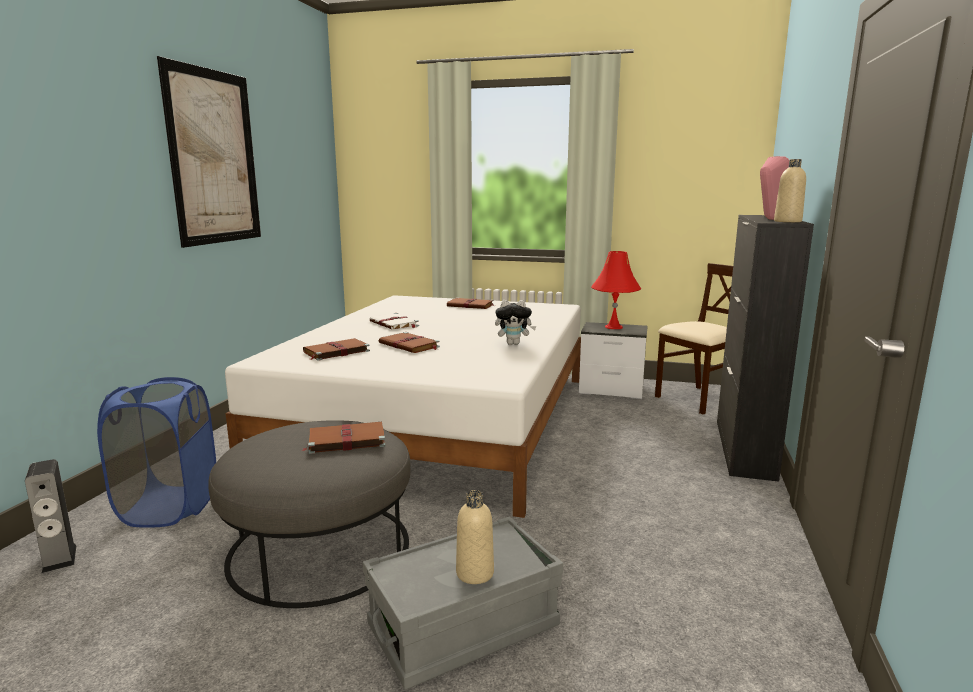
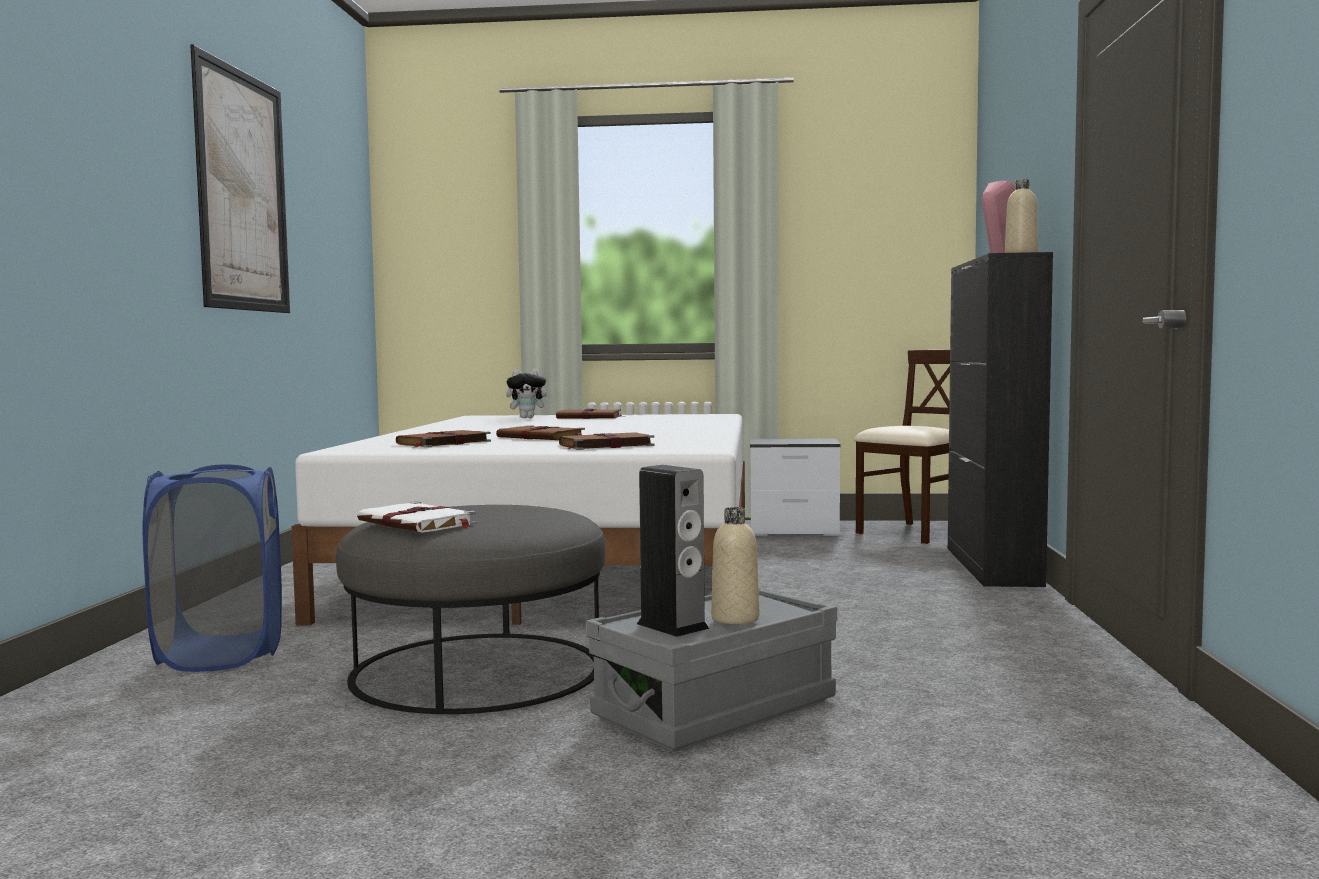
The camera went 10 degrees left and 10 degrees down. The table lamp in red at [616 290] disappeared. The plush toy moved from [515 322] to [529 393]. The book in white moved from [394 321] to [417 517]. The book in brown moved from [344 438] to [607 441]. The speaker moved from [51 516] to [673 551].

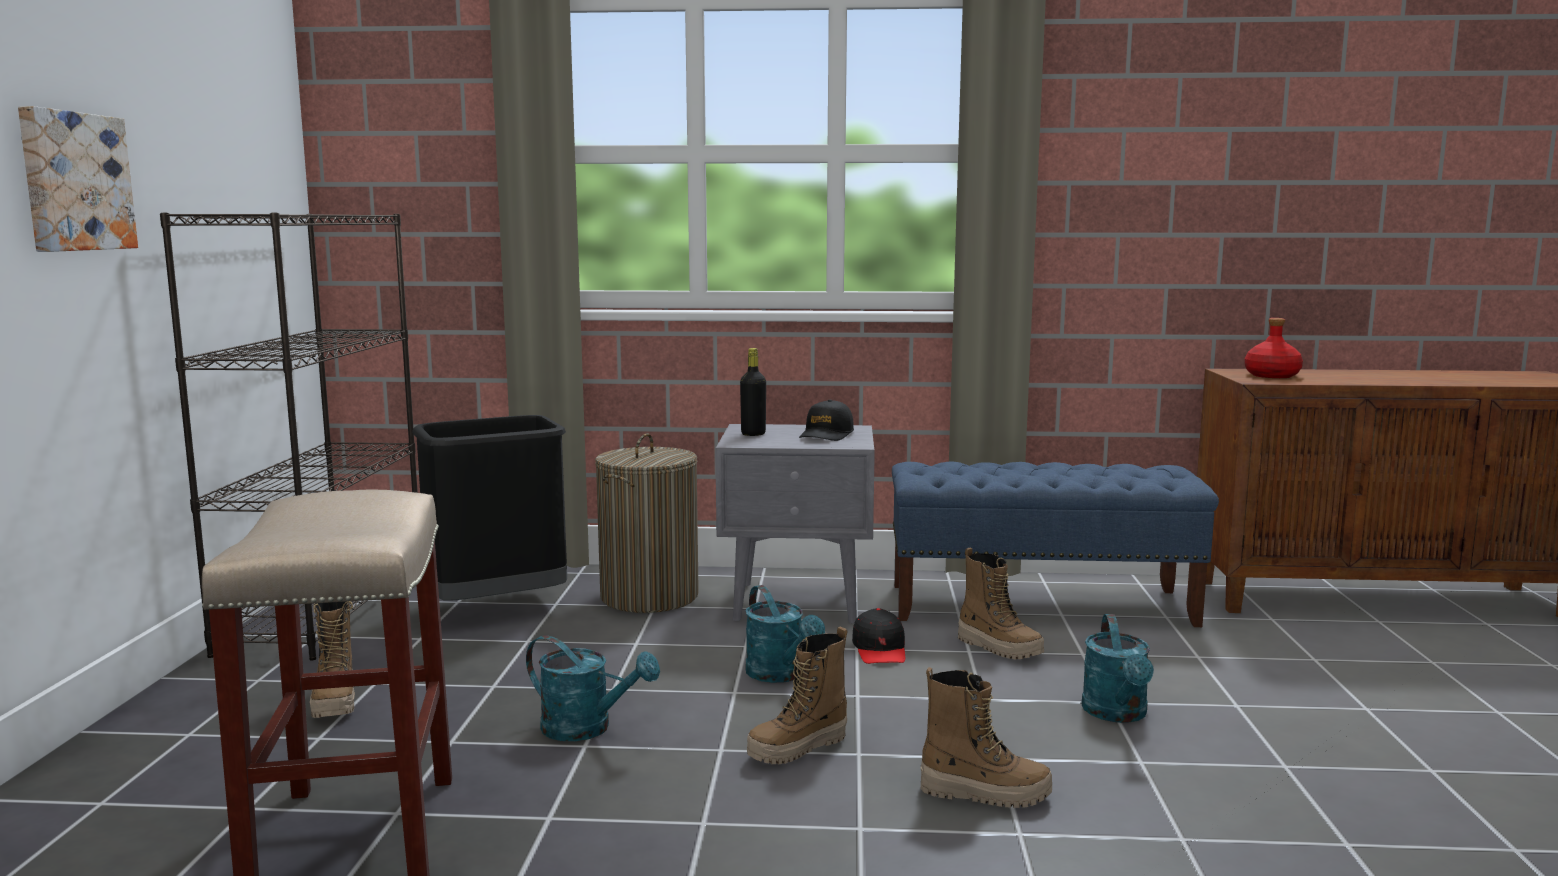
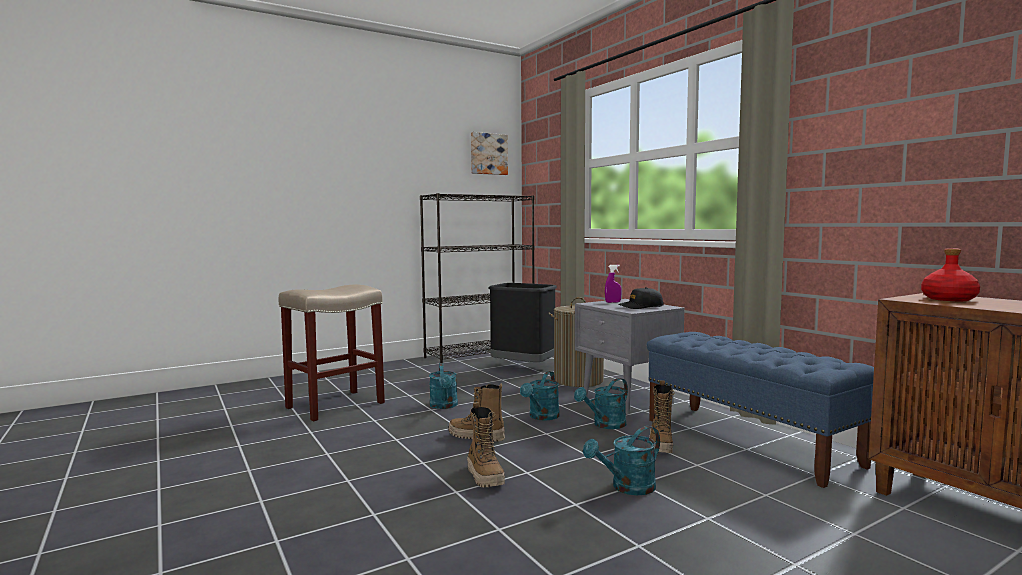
The camera went 55 degrees right and 5 degrees down. The picture moved from [78 179] to [489 153]. The bottle in black at [753 392] was replaced by the spray bottle in purple at [613 284]. The boot at [332 659] disappeared. The cap in black at [878 636] was replaced by the watering can in turquoise at [601 403].

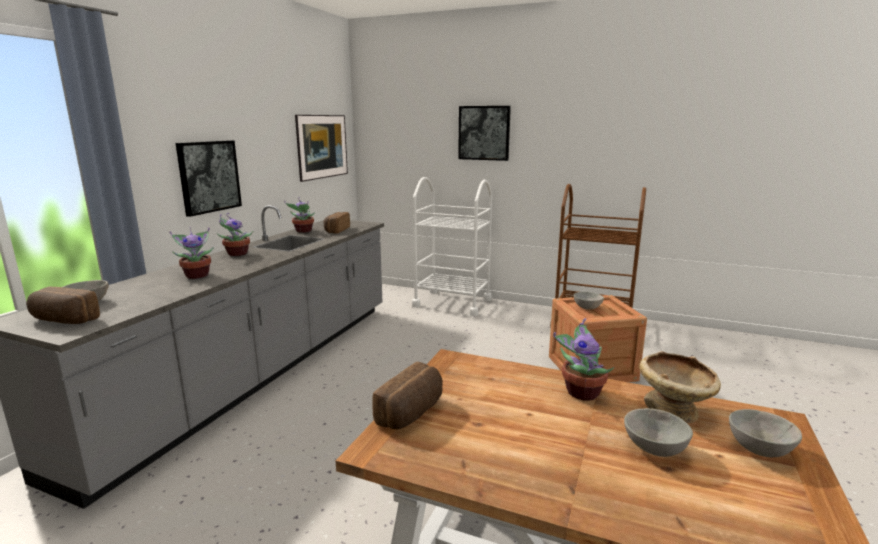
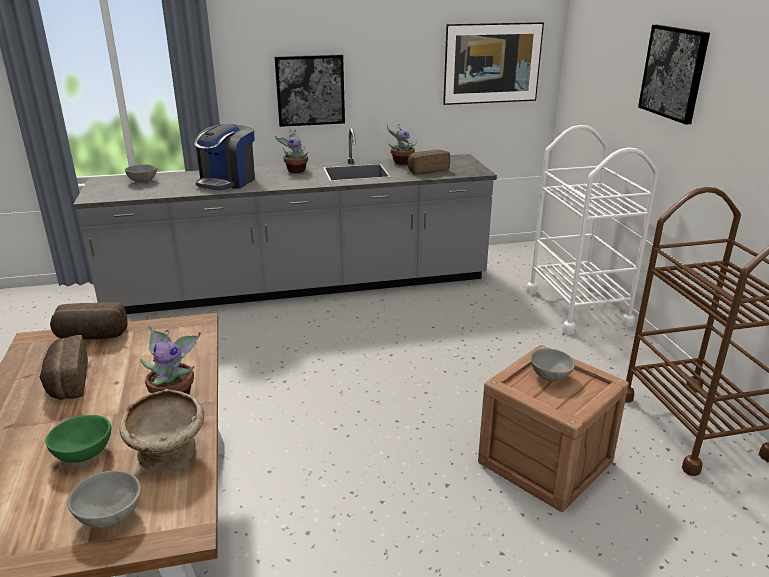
The camera went 55 degrees right and 10 degrees up. The potted plant at [191 253] was replaced by the coffee machine at [224 157]. The bread moved from [63 305] to [63 367]. The bowl in grey at [658 432] became the bowl in green at [78 439].

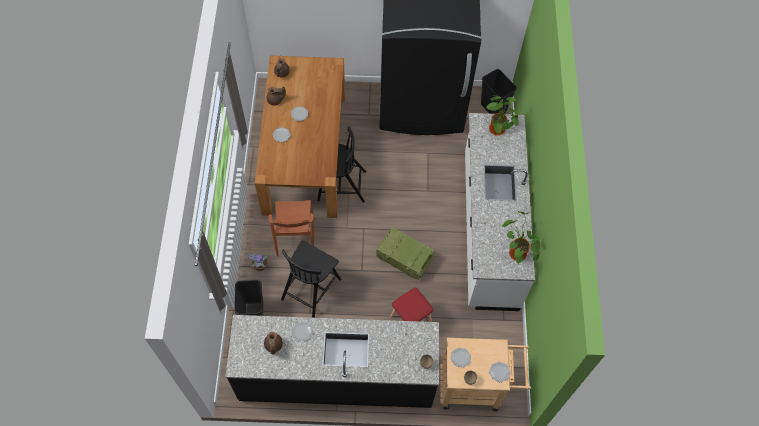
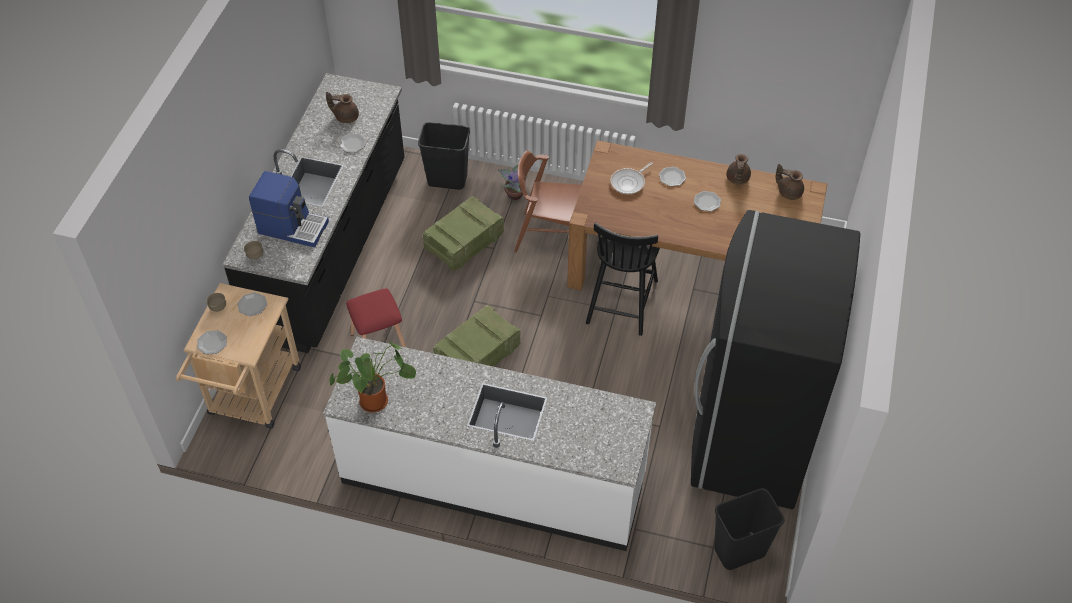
The camera went 105 degrees right and 10 degrees down. The potted plant at [502 115] disappeared. The chair in black at [311 279] was replaced by the crate at [463 233]. The frying pan at [631 178] appeared. The coffee machine at [289 209] appeared.

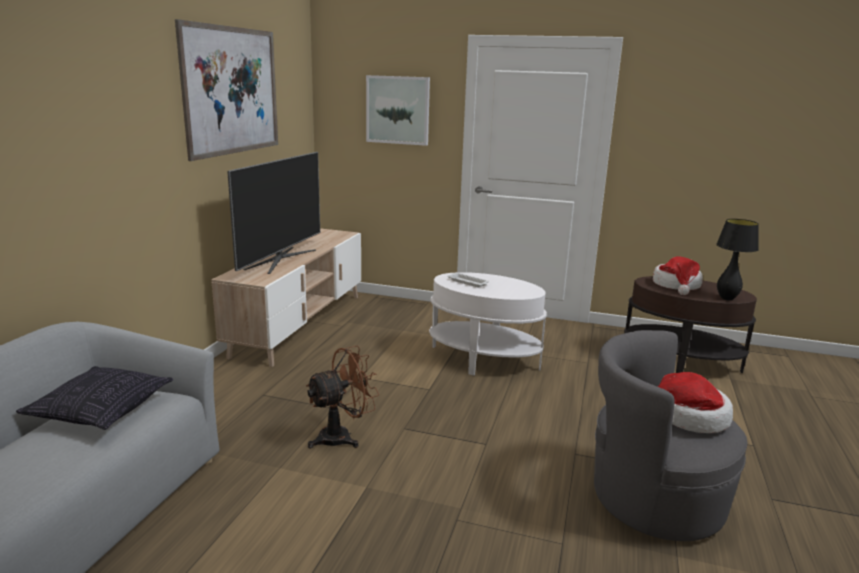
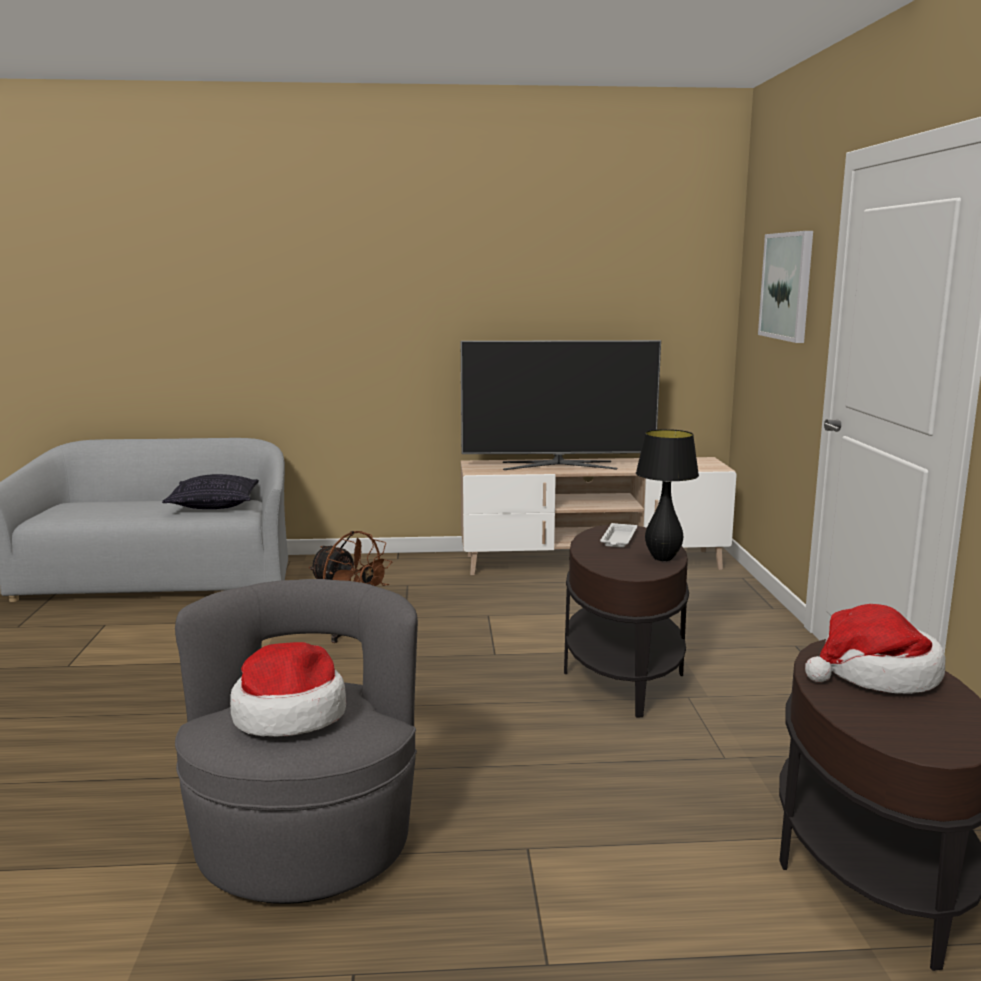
The camera went 70 degrees right and 5 degrees down. The picture at [226 90] disappeared. The table lamp in black moved from [737 259] to [667 495]. The side table in white at [488 323] became the side table in brown at [626 621].

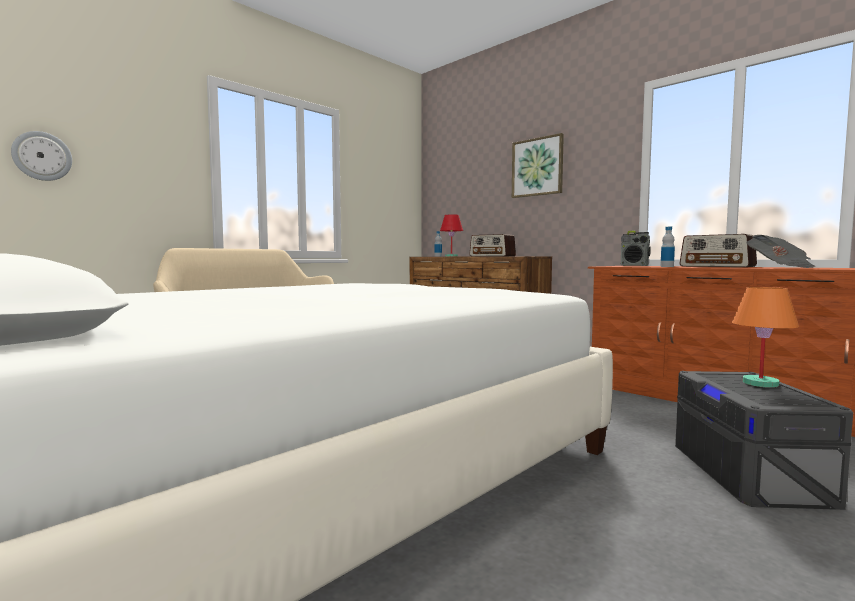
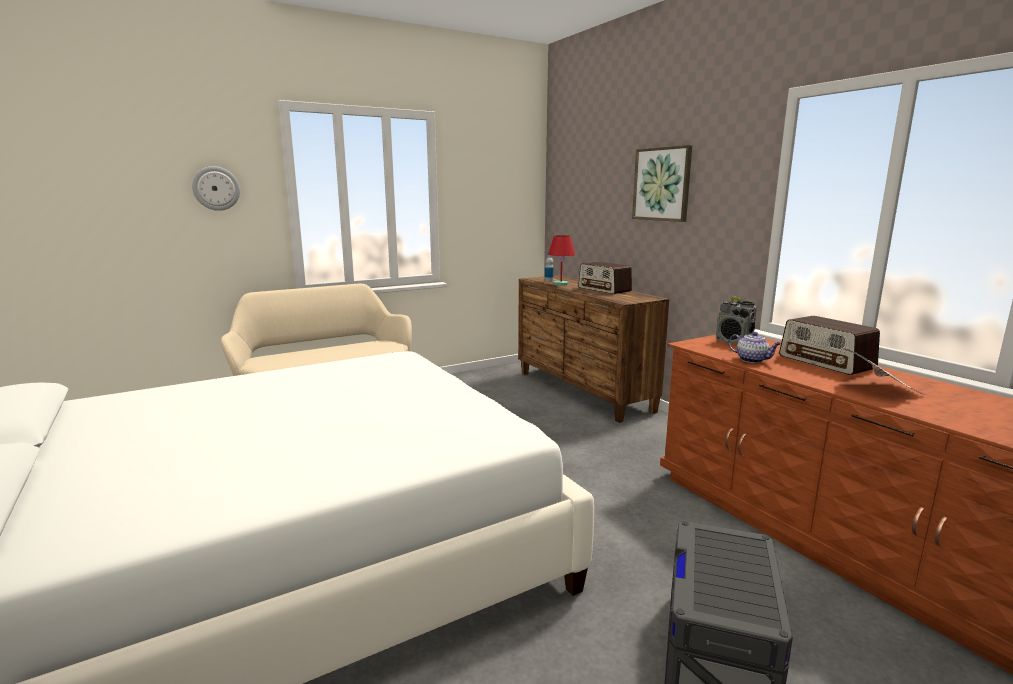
The camera went 15 degrees right and 10 degrees up. The wall clock moved from [41 156] to [216 188]. The bottle at [667 247] was replaced by the teapot at [754 347]. The table lamp in orange at [765 337] disappeared.

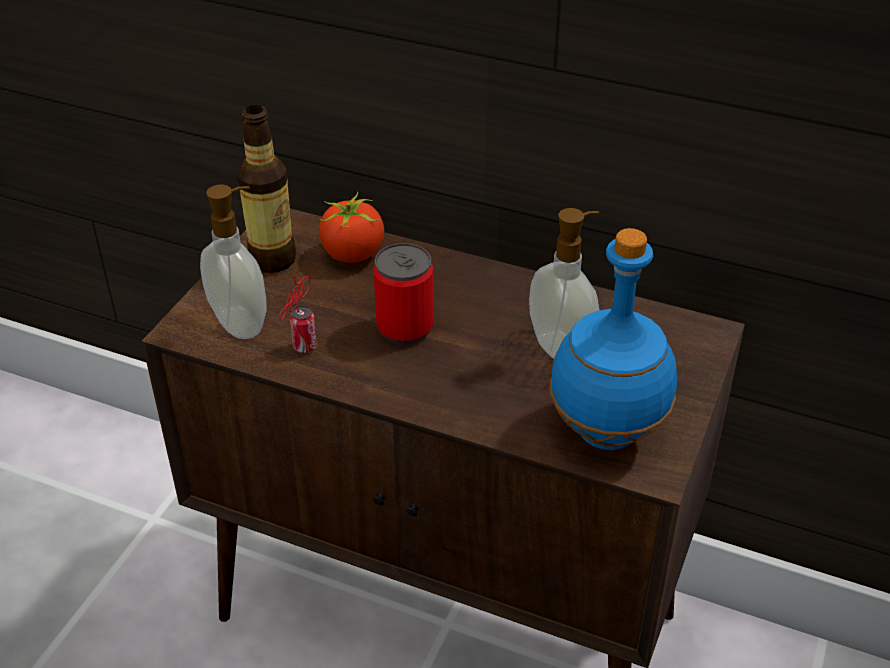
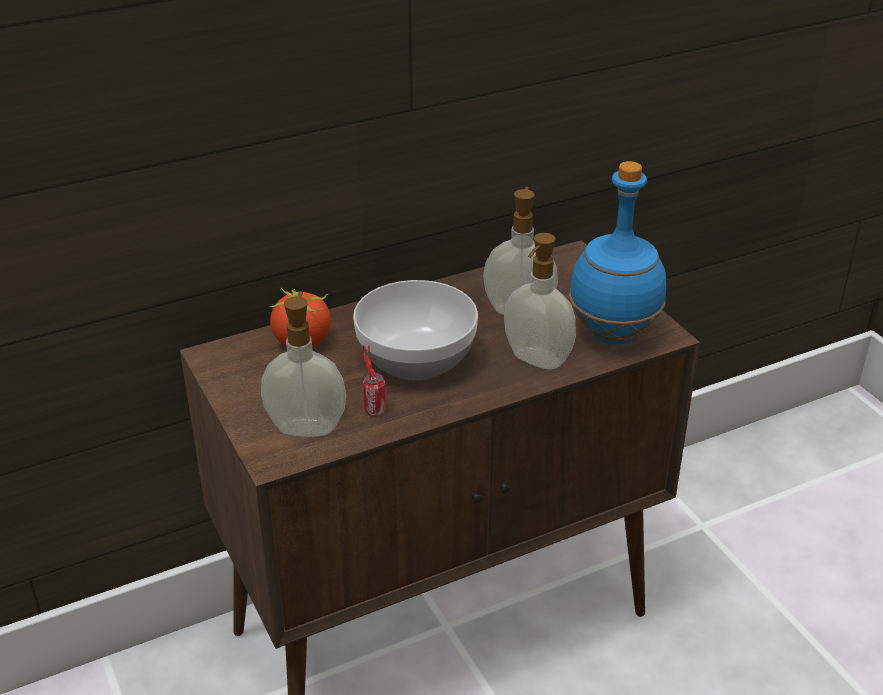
The camera went 50 degrees left and 5 degrees down. The bottle at [266 189] disappeared. The can at [403 293] was replaced by the bowl at [415 330]. The soap dispenser at [540 301] appeared.

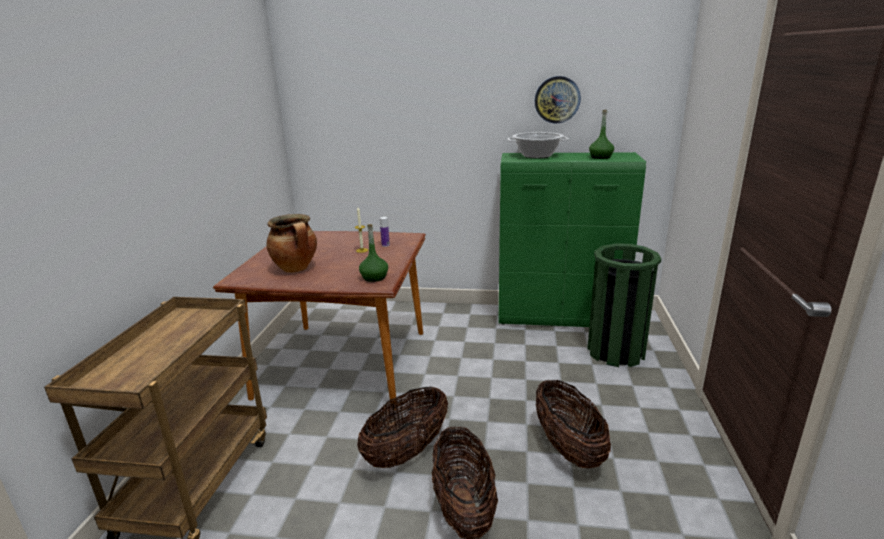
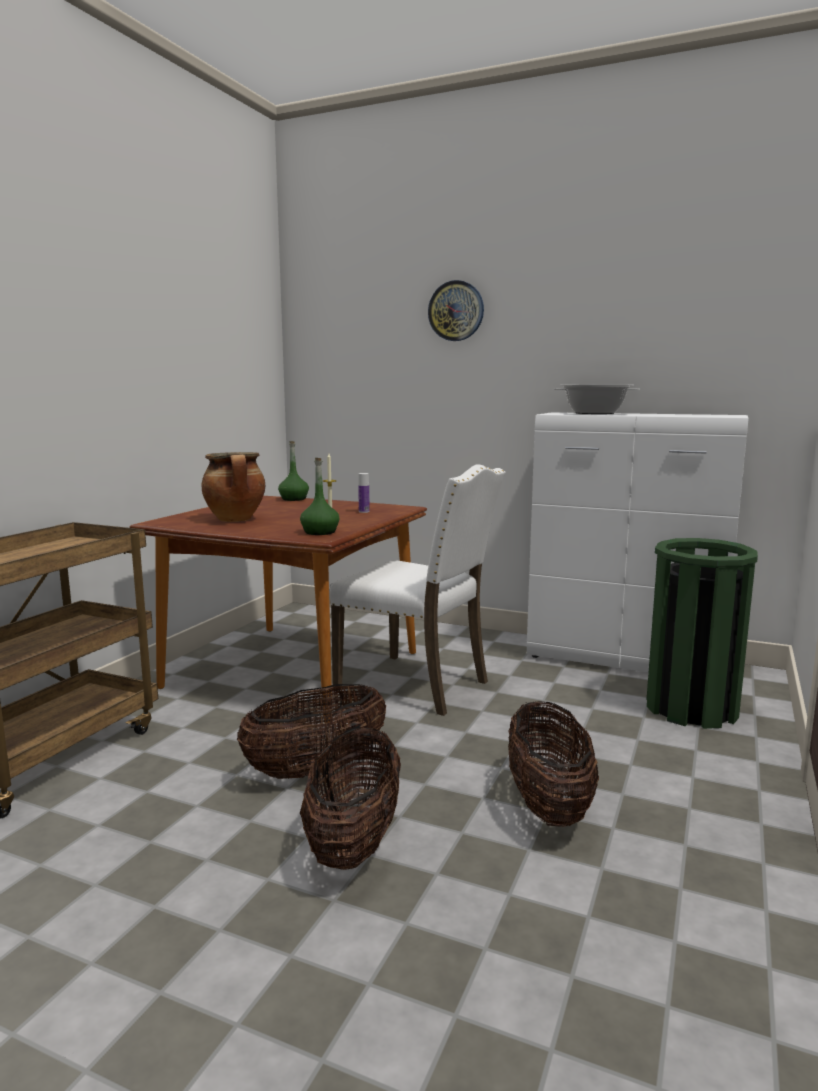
The camera went 15 degrees right and 10 degrees down. The wall clock moved from [558 99] to [456 310]. The bottle in green moved from [601 134] to [293 471]. The cabinet in green at [572 239] became the cabinet in white at [638 542]. The chair in white at [417 590] appeared.

